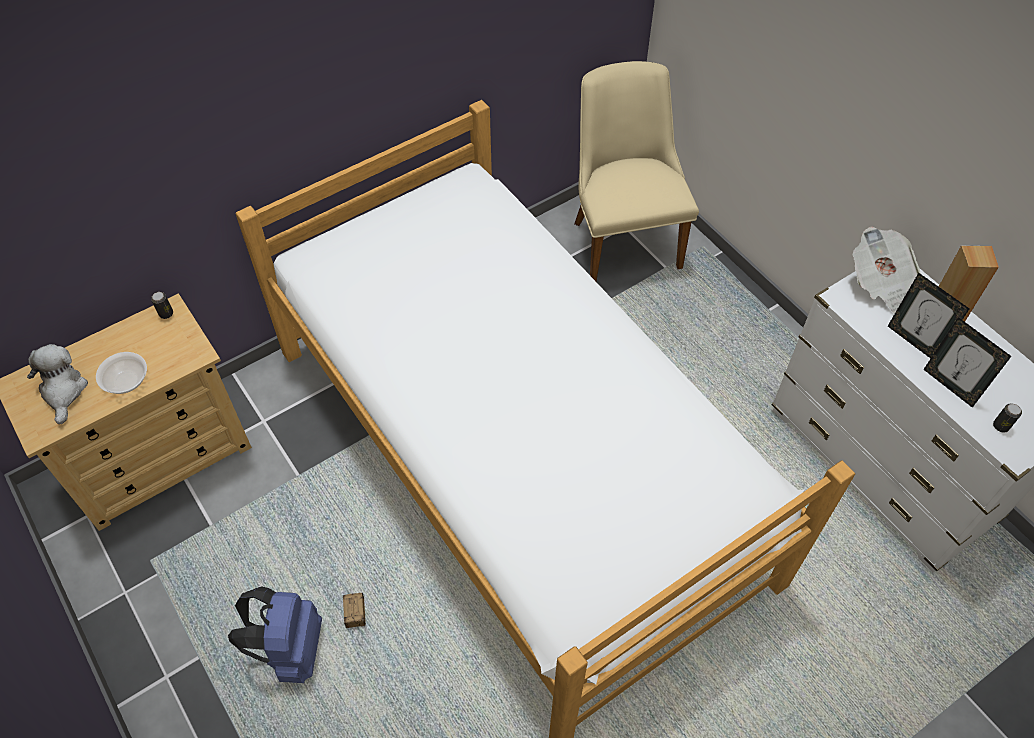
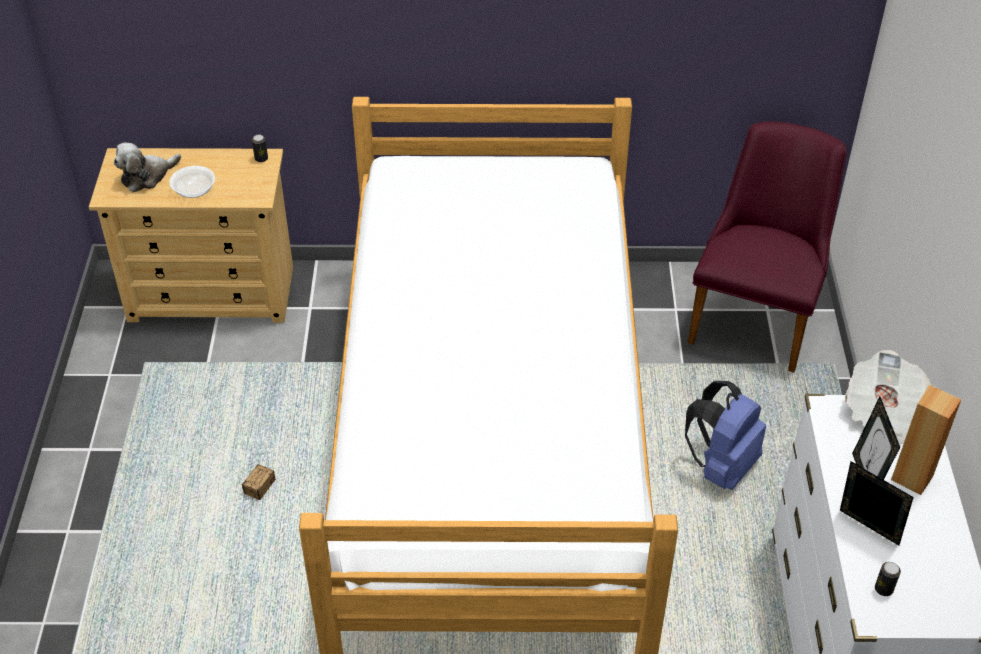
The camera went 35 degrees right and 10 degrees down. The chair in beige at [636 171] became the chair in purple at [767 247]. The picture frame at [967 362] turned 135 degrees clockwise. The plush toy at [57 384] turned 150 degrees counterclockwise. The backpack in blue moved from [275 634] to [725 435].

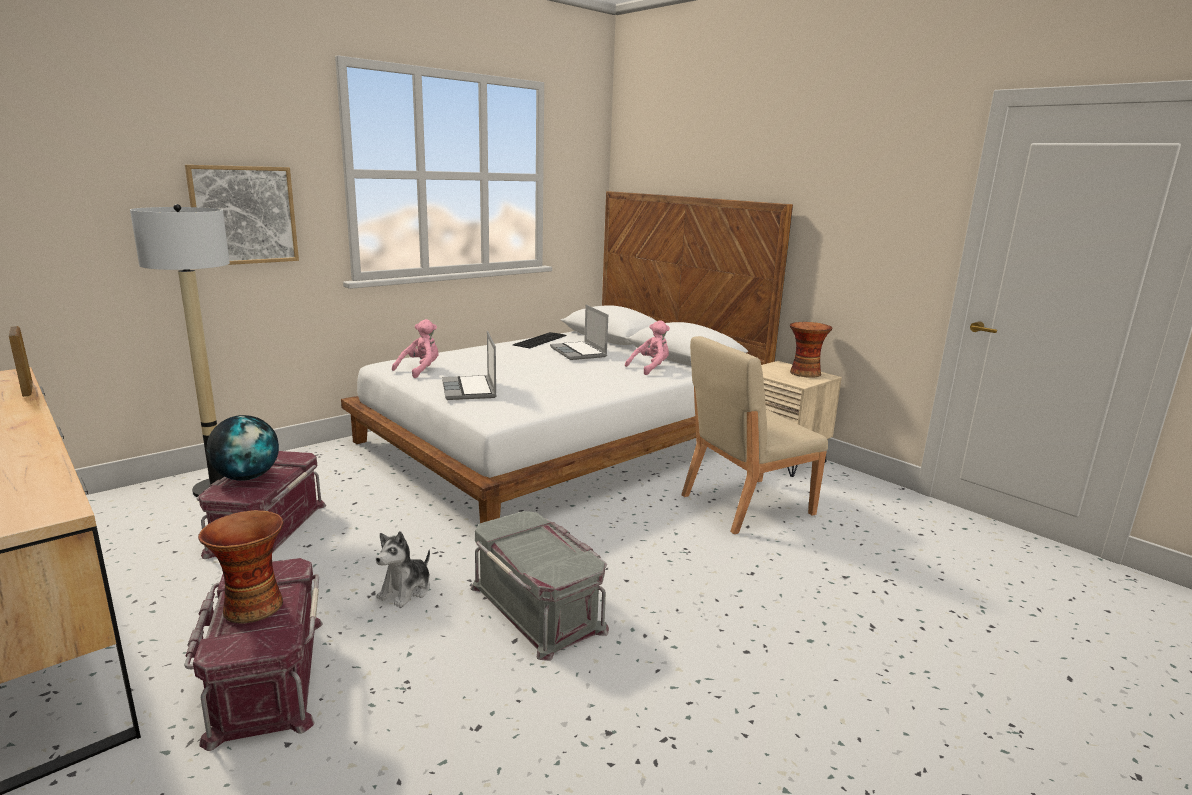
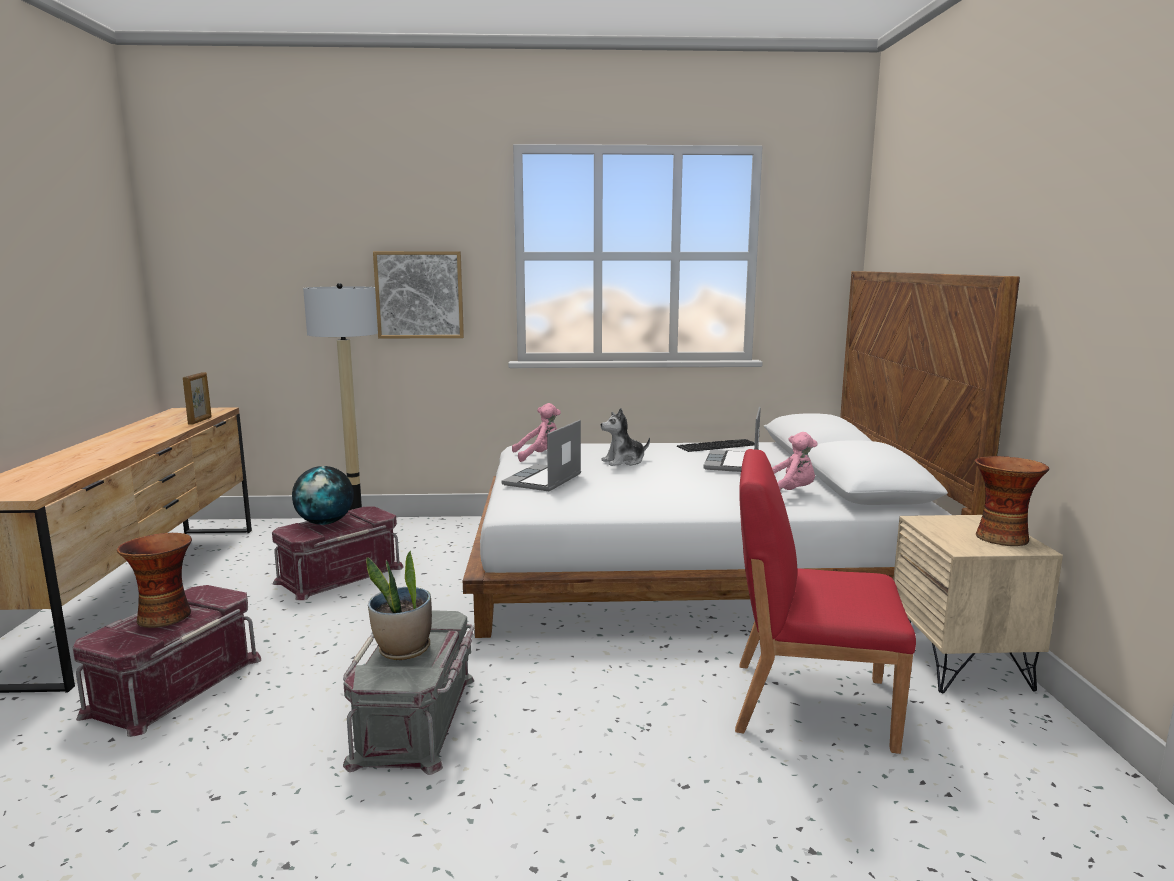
The camera went 40 degrees right and 5 degrees down. The chair in beige at [755 435] became the chair in red at [825 601]. The plush toy moved from [403 569] to [625 437]. The potted plant at [399 605] appeared.

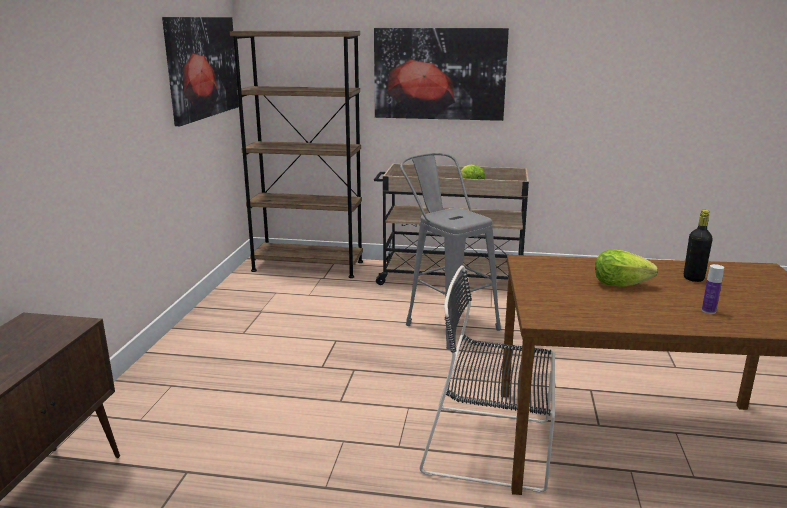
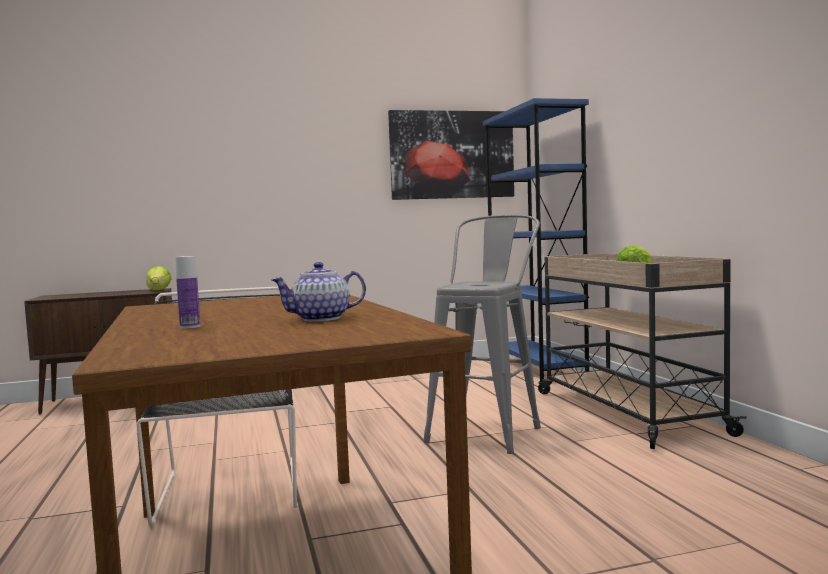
The camera went 65 degrees right and 15 degrees down. The picture at [441 74] disappeared. The bookcase in brown at [296 154] became the bookcase in blue at [536 241]. The bottle in black at [698 246] was replaced by the teapot at [318 292]. The lettuce moved from [626 268] to [159 278].

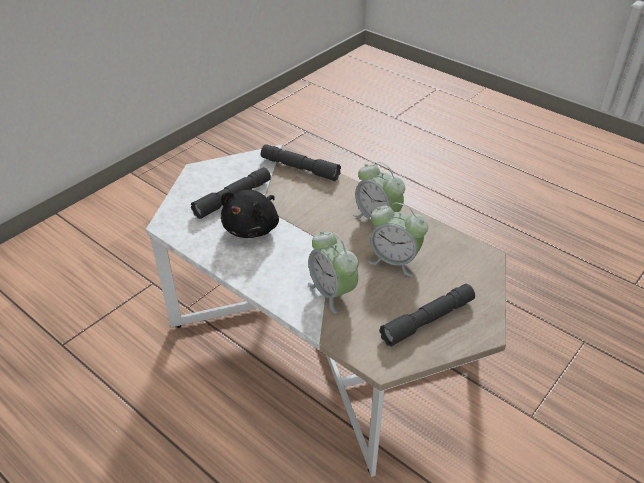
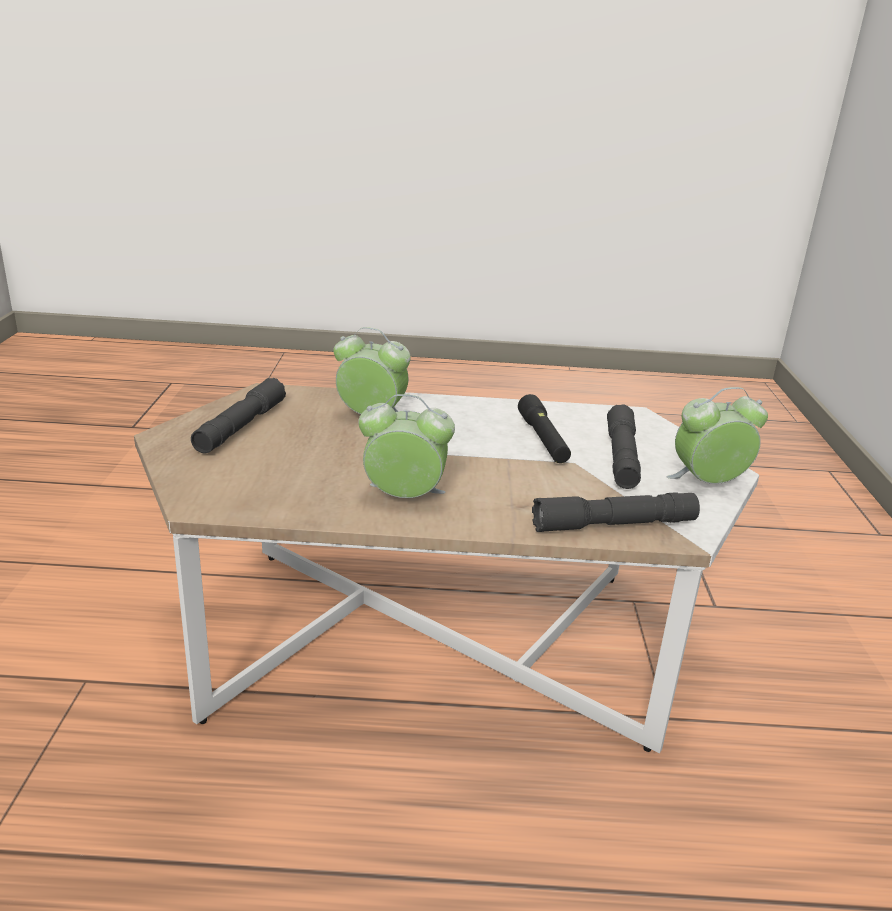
The camera went 140 degrees right and 15 degrees down. The plush toy in black at [250 214] was replaced by the flashlight in black at [544 428]. The alarm clock moved from [398 239] to [717 435].

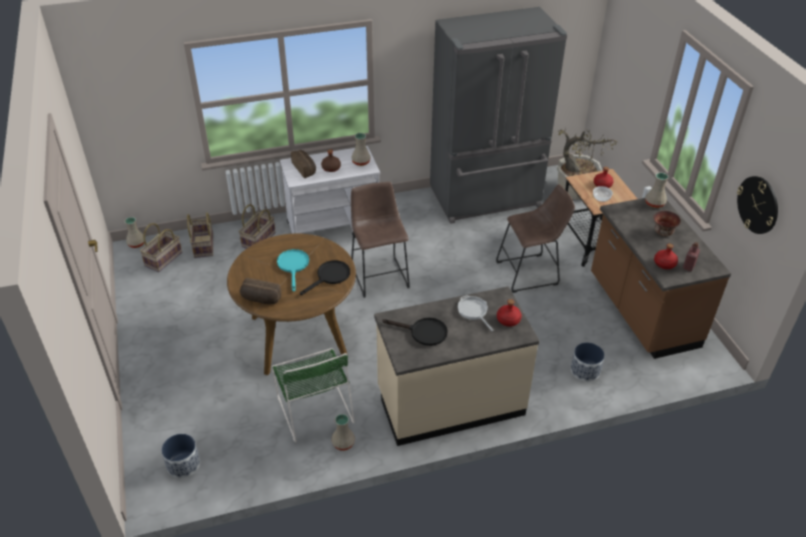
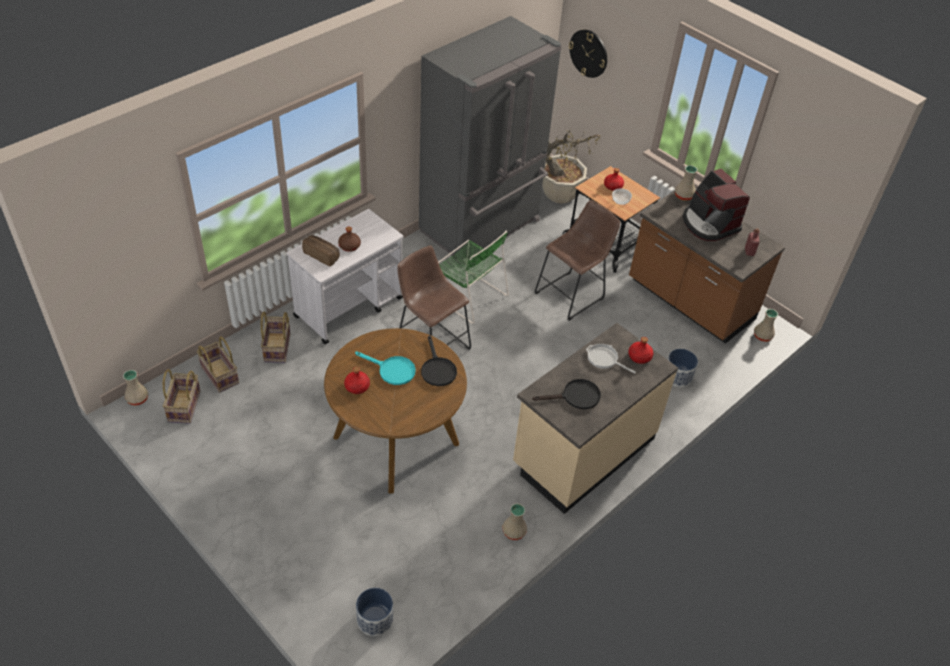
The camera went 30 degrees left and 5 degrees up. The vase in beige moved from [361 149] to [766 325]. The wall clock moved from [757 205] to [588 53]. The bowl at [667 223] was replaced by the coffee machine at [716 205]. The bottle in red moved from [666 256] to [357 380]. The frying pan in turquoise at [293 270] turned 150 degrees clockwise. The frying pan in black at [325 277] turned 150 degrees clockwise. The bread at [260 291] disappeared. The chair in green moved from [313 395] to [473 277].

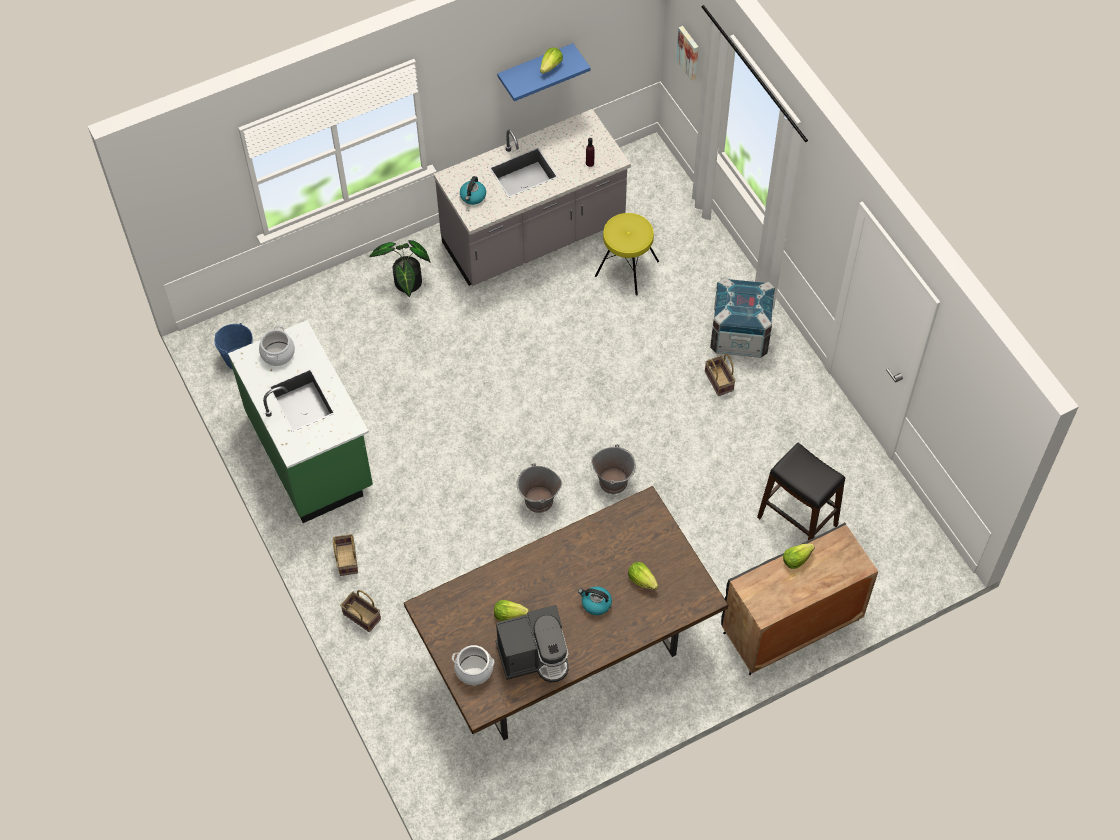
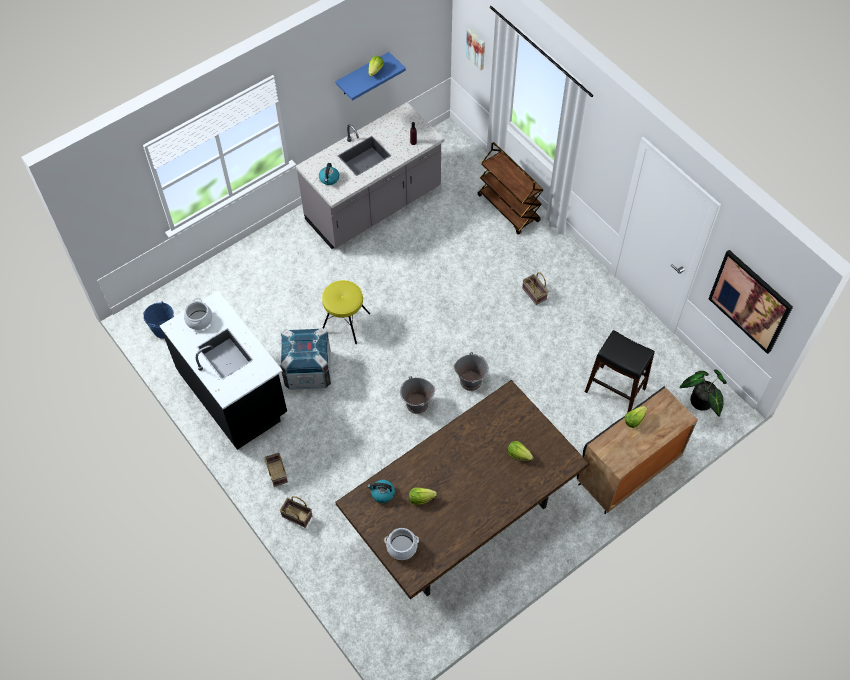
The camera went 10 degrees left and 0 degrees up. The stool in yellow moved from [627 254] to [346 312]. The potted plant moved from [399 268] to [703 393]. The crate moved from [742 318] to [305 359]. The counter in green at [300 421] became the counter in black at [223 370]. The kettle moved from [595 600] to [381 491]. The coffee machine at [532 643] disappeared. The cart in brown at [510 188] appeared. The picture at [750 302] appeared.

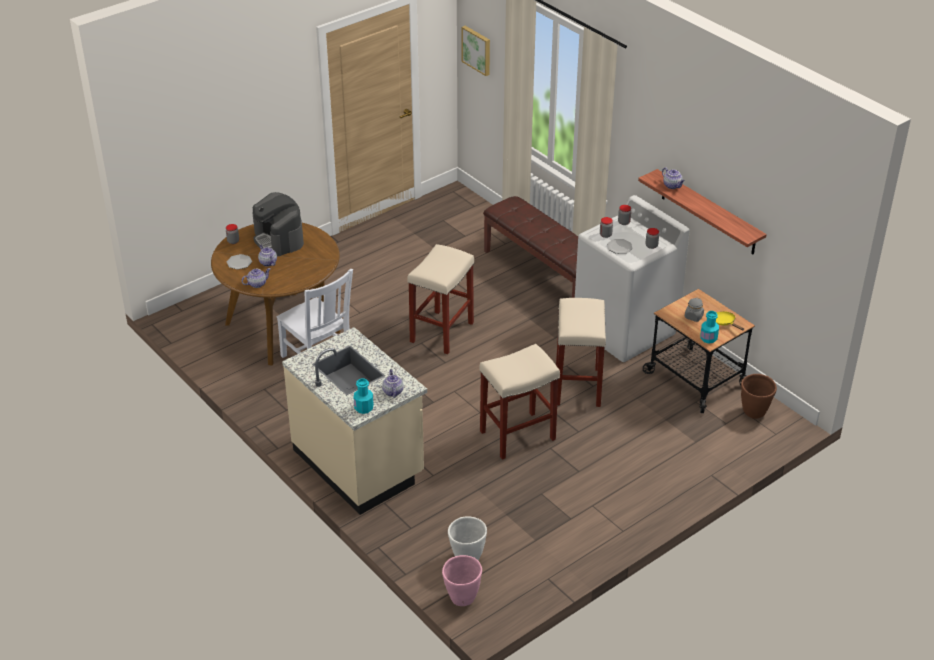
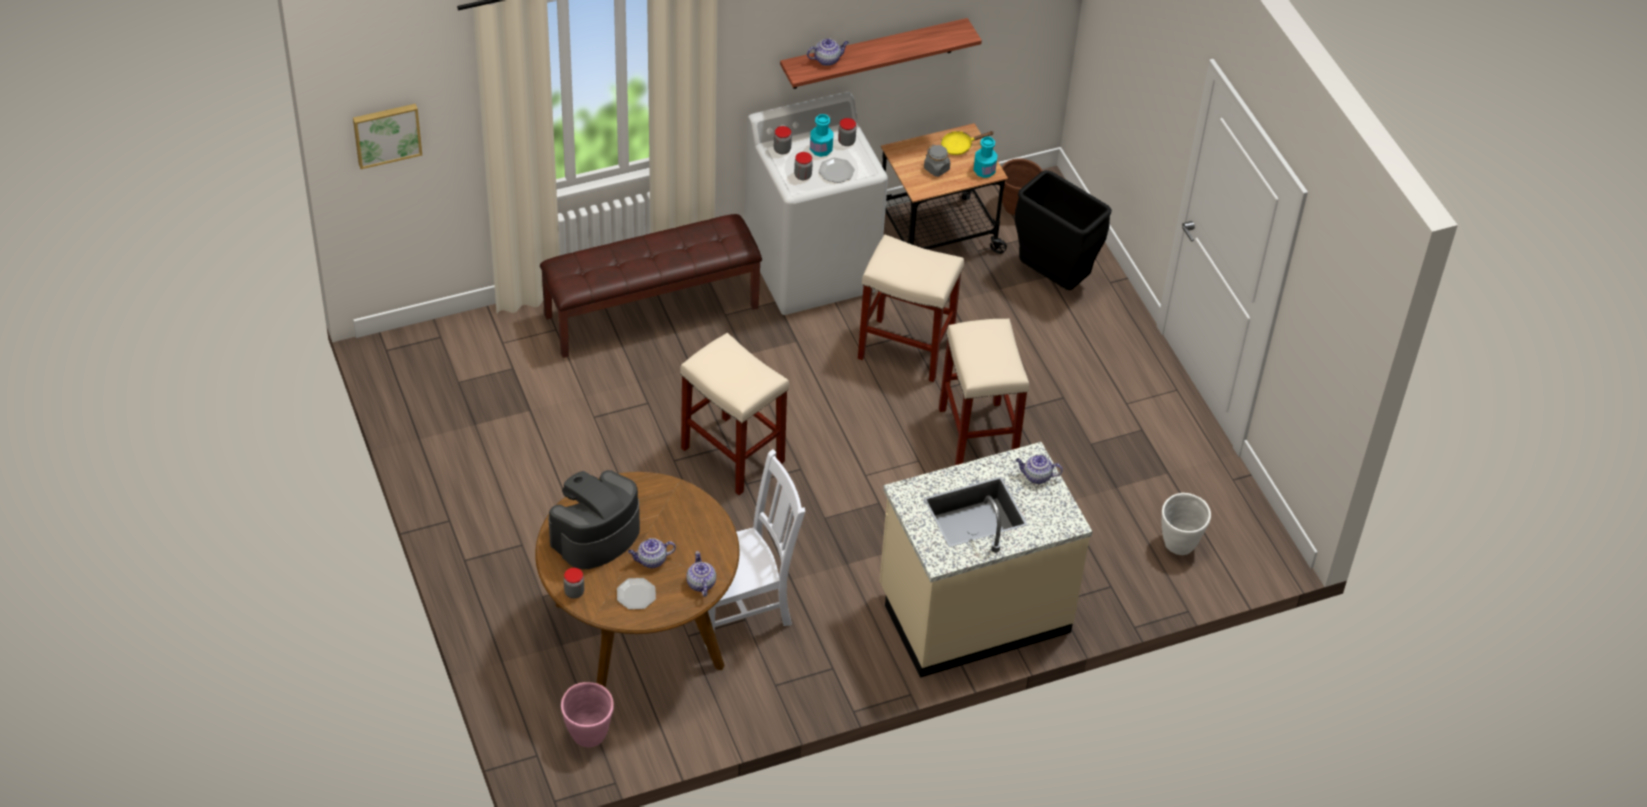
The camera went 75 degrees left and 10 degrees up. The coffee machine at [278 224] turned 150 degrees clockwise. The bottle in turquoise moved from [364 396] to [822 135]. The planter in pink moved from [462 580] to [587 714]. The trash can in black at [1063 230] appeared.

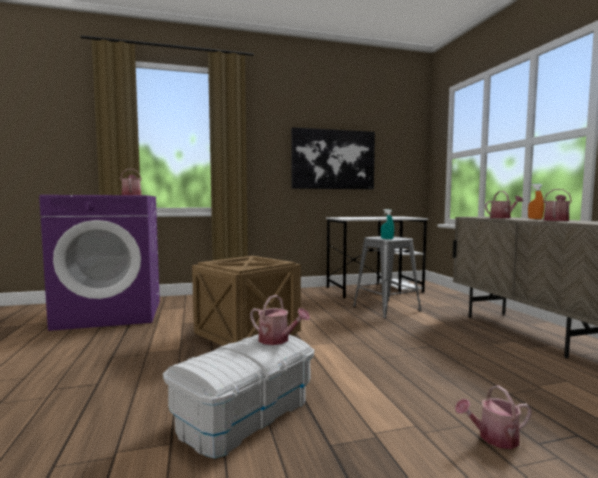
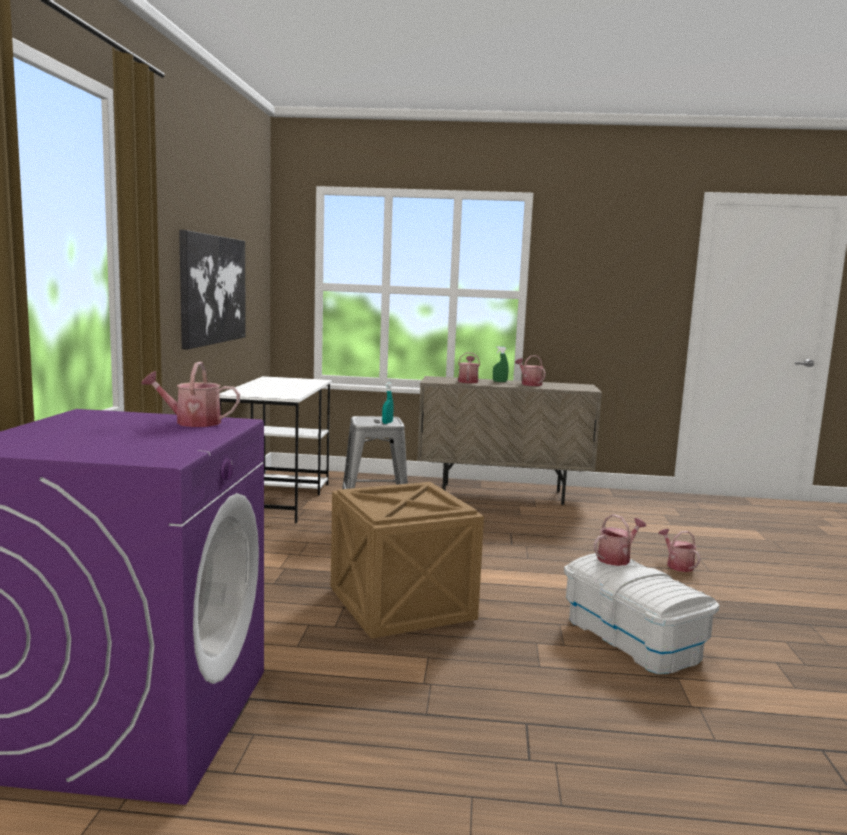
The camera went 70 degrees left and 5 degrees up. The spray bottle in orange at [536 201] became the spray bottle in green at [501 364]. The watering can at [493 417] turned 150 degrees clockwise.

